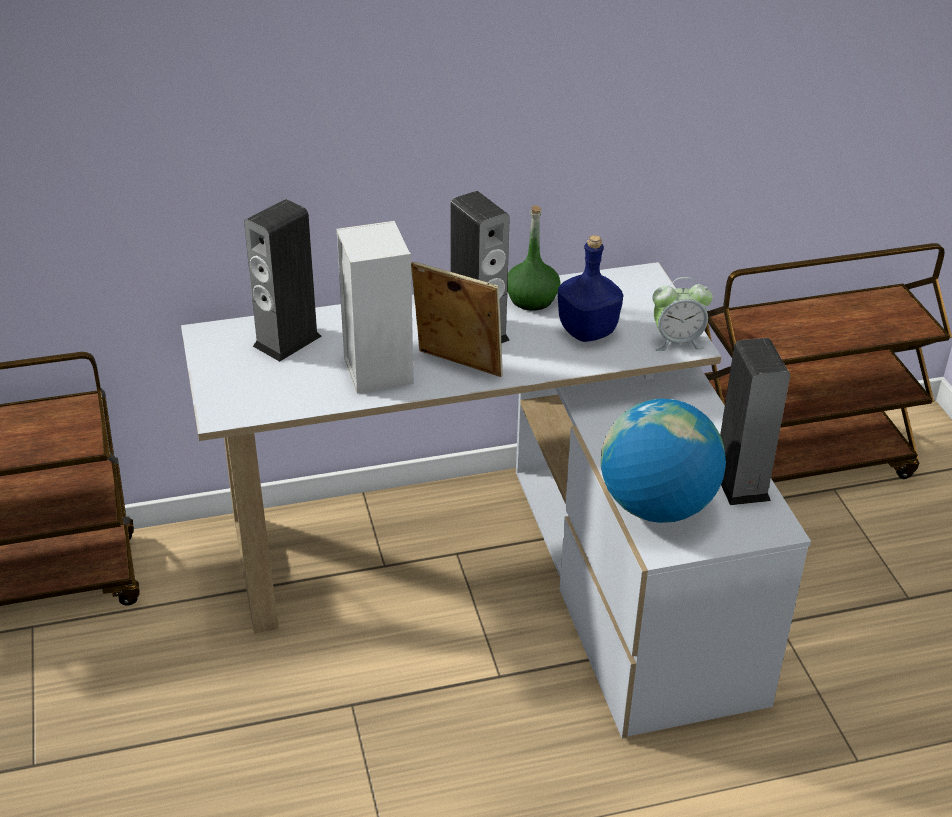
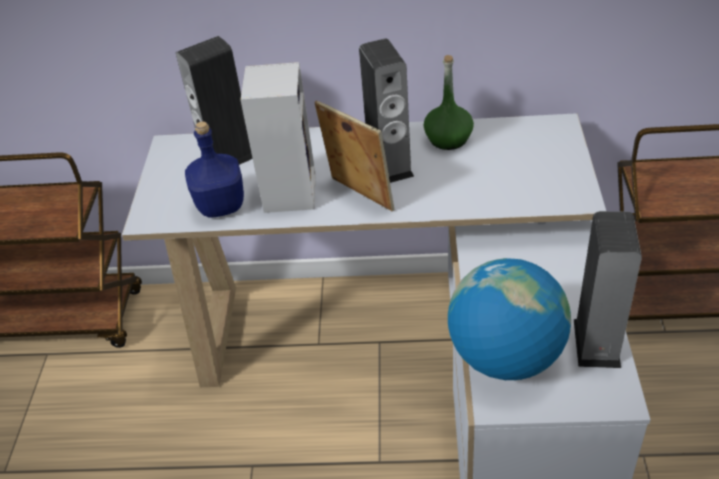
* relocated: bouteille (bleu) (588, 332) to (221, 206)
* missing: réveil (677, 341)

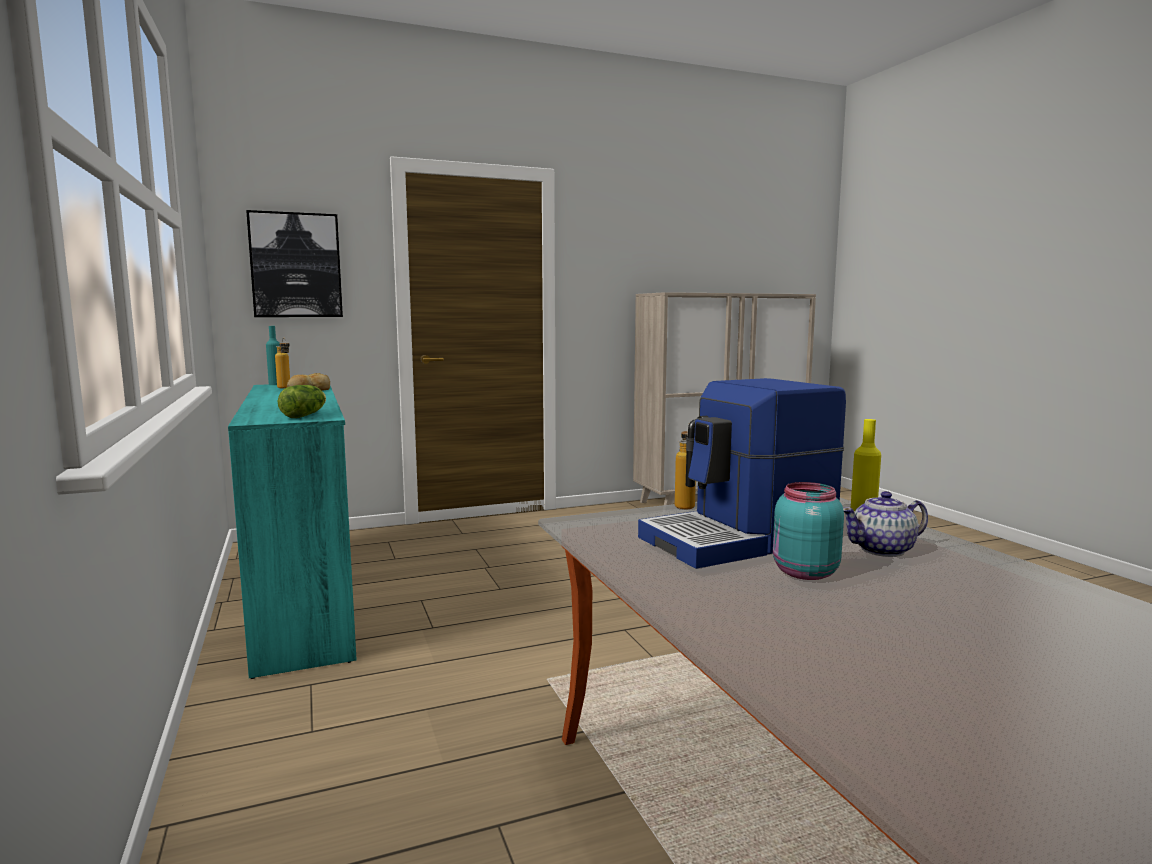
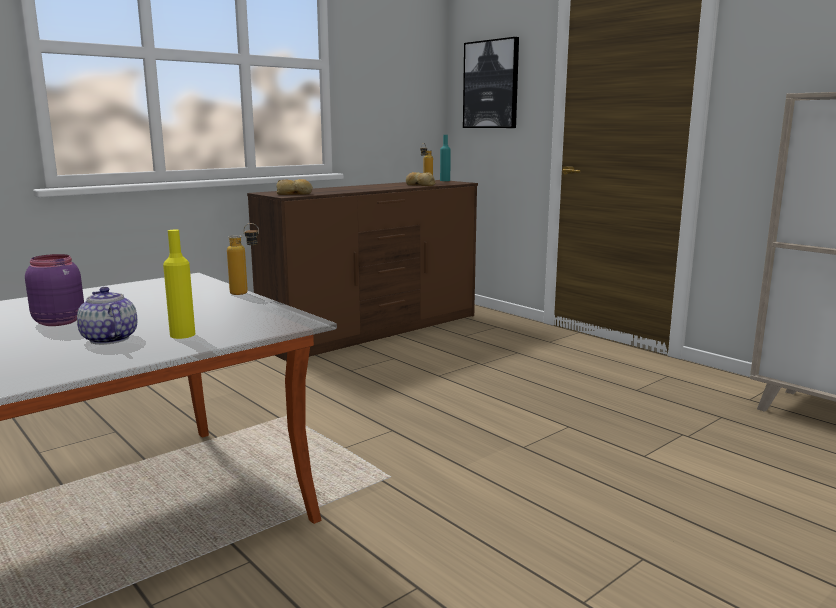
* colour: bocal (turquoise) (803, 572) to bocal (violet) (59, 321)
* colour: commode (turquoise) (305, 595) to commode (marron) (375, 331)
* exchanged: laitue (306, 415) to pain (294, 194)
* missing: machine à café (740, 540)

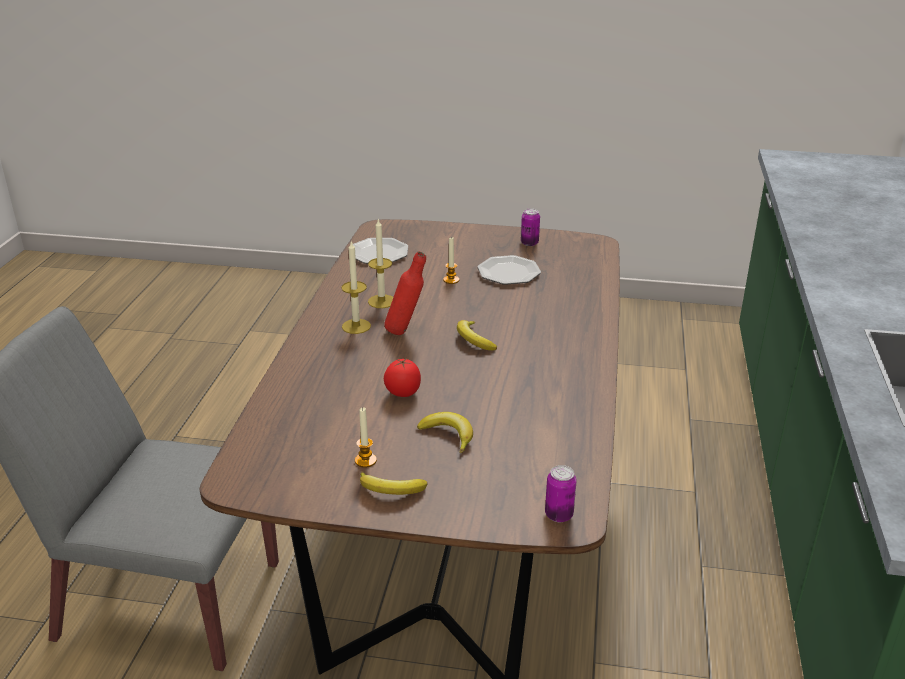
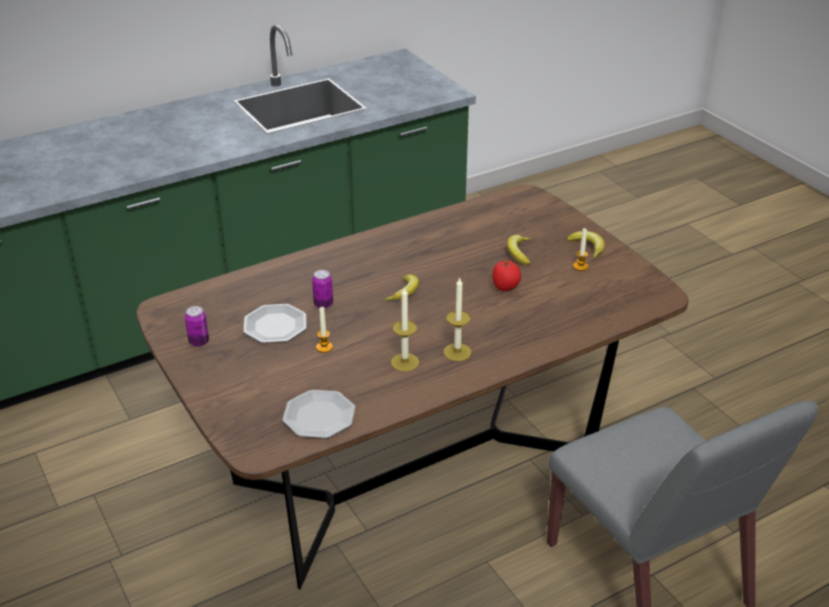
* relocated: boîte métallique (559, 515) to (323, 304)
* missing: bouteille (rouge) (406, 331)

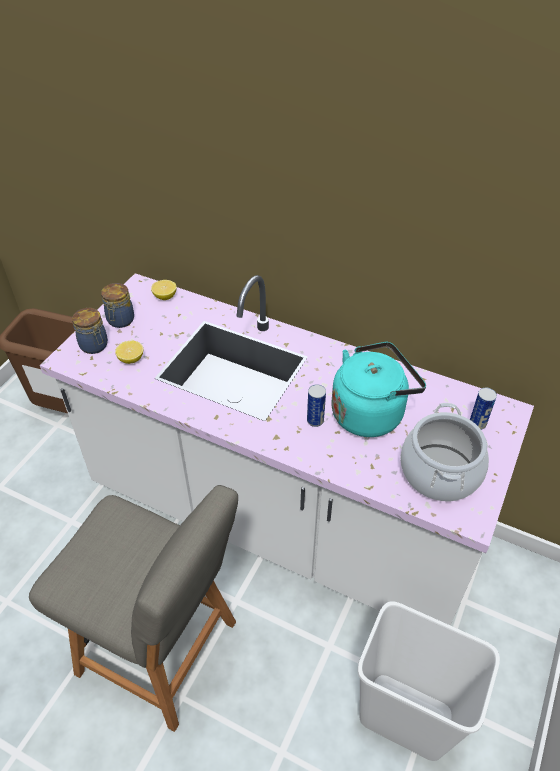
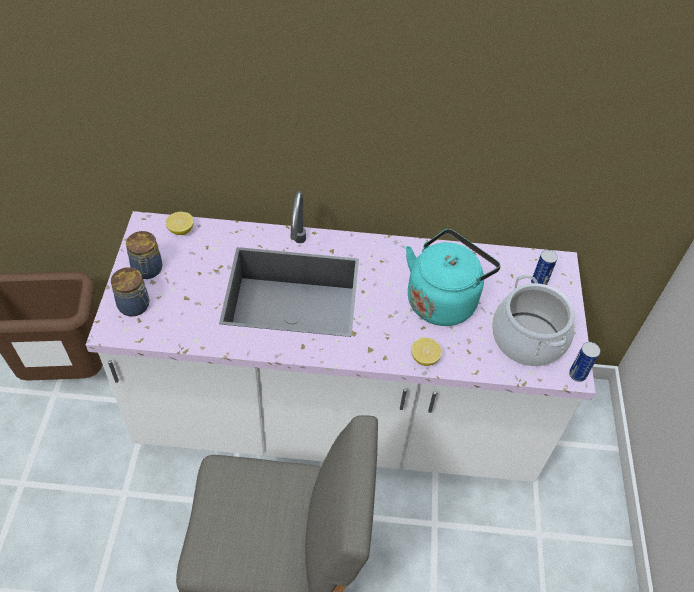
* relocated: citron (131, 359) to (424, 358)
* relocated: boîte métallique (315, 420) to (577, 374)
* missing: poubelle (blanc) (404, 717)

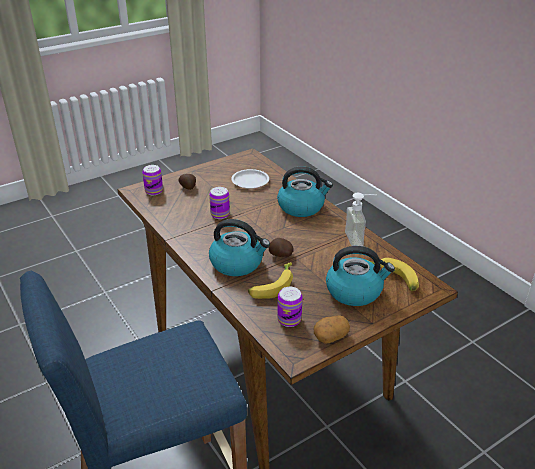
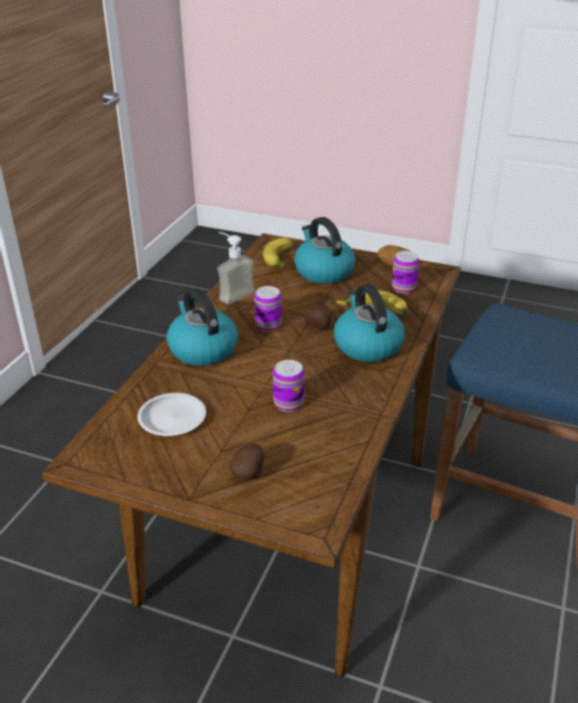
* relocated: boîte métallique (154, 191) to (268, 325)

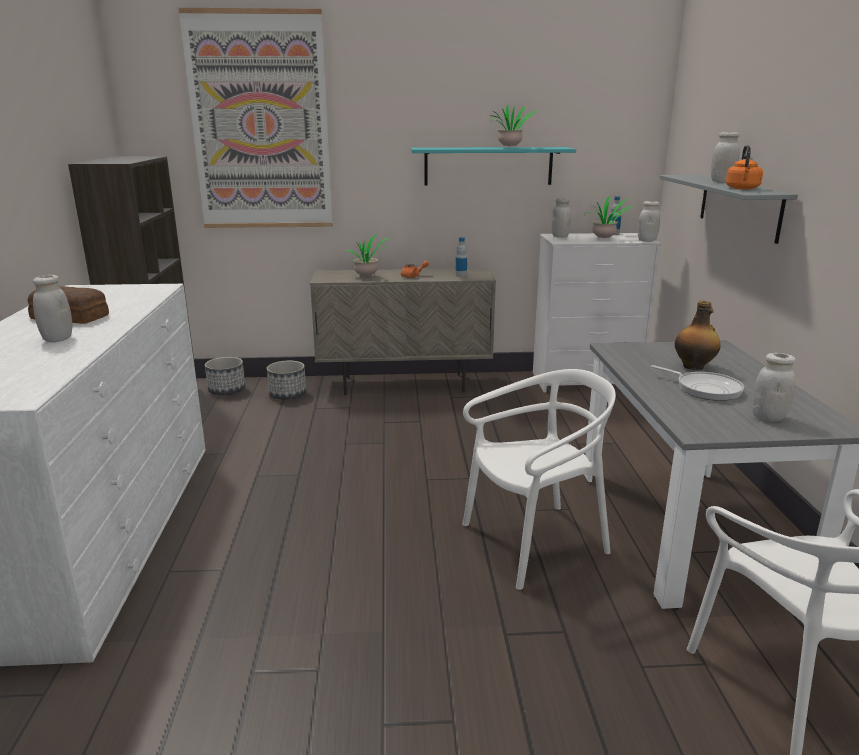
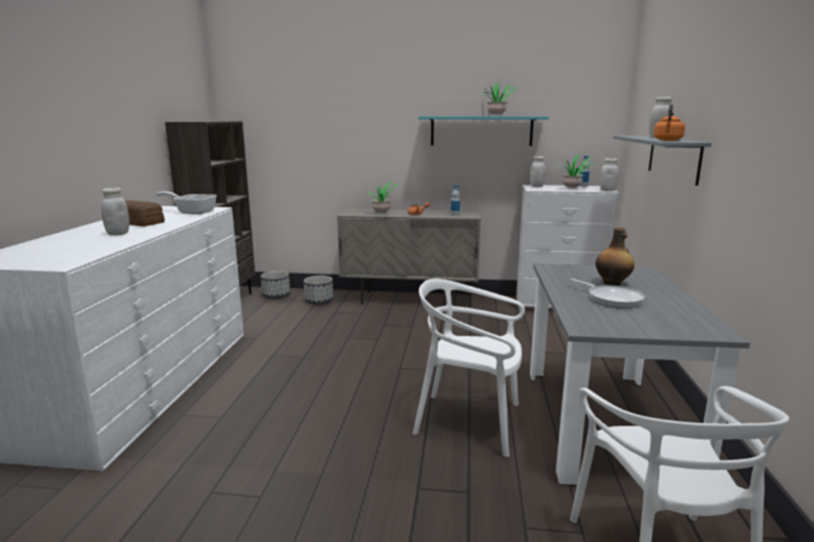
* appeared: poêle (192, 212)
* spun: chaise (blanc) (534, 542) = (469, 421) 150 degrees counterclockwise
* missing: tableau (260, 123)
* missing: bocal (blanc) (768, 417)

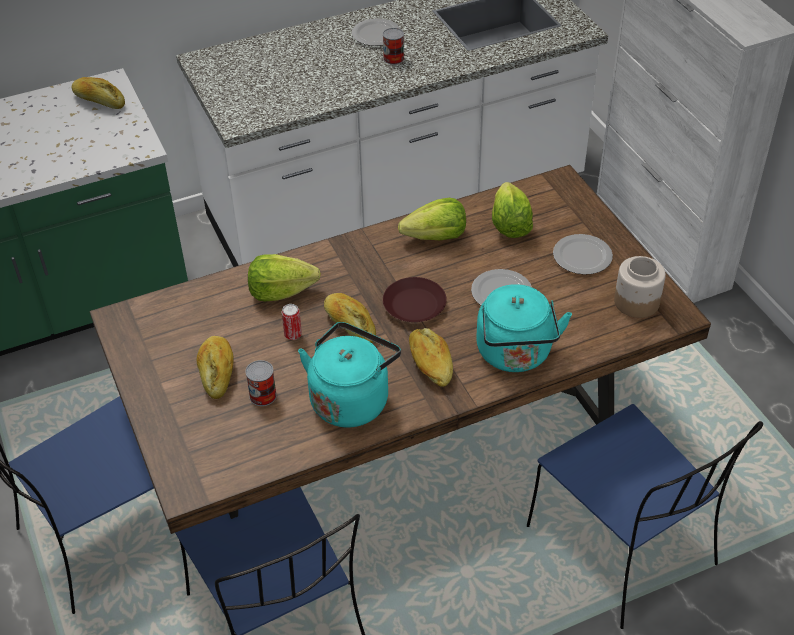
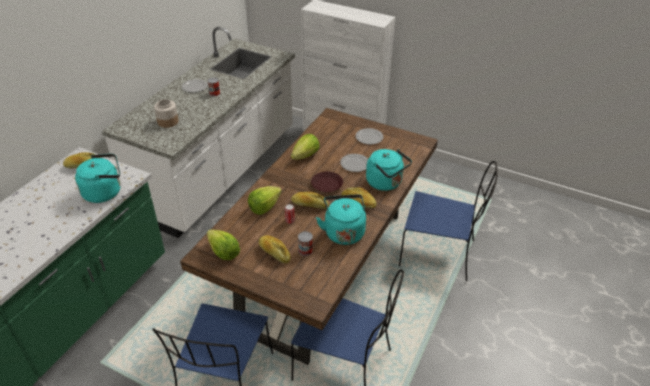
* appeared: bouilloire (turquoise) (105, 192)
* relocated: bocal (636, 302) to (167, 122)
* relocated: laitue (509, 224) to (223, 252)

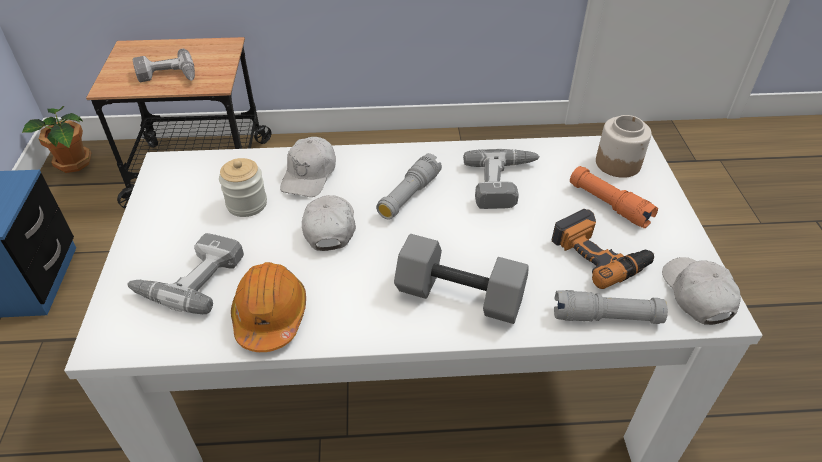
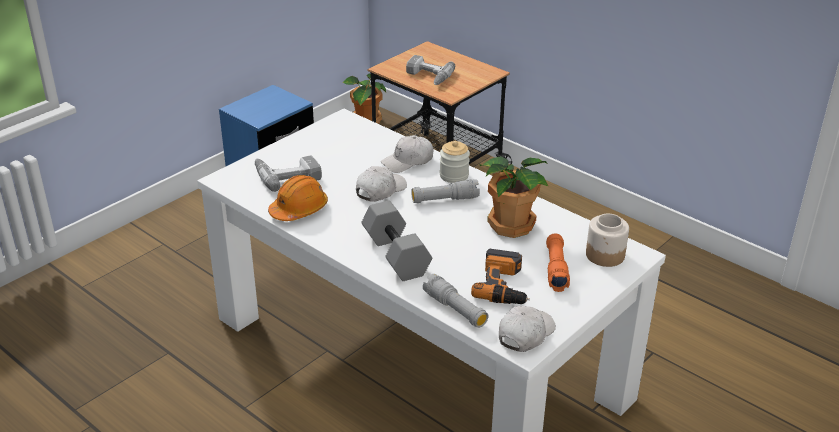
* relocated: bocal (247, 204) to (454, 176)
* exchanged: perceuse (504, 183) to plante en pot (510, 224)

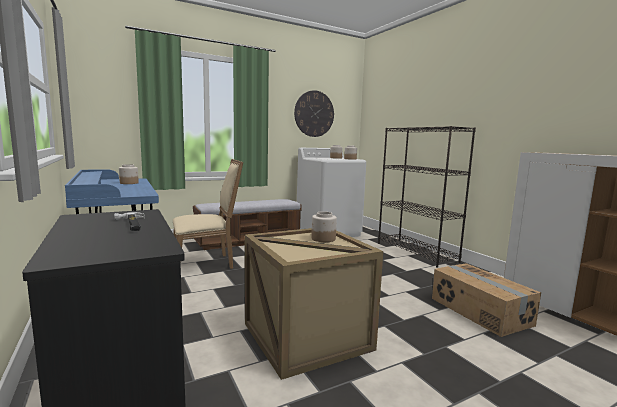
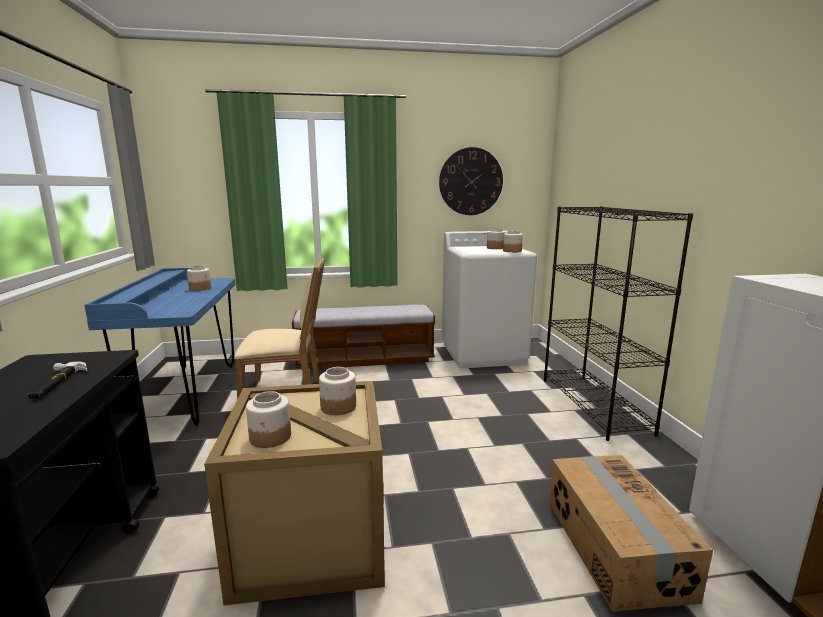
* appeared: bocal (270, 437)

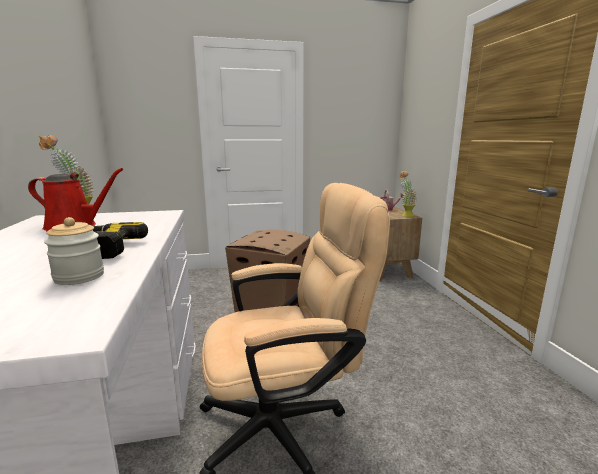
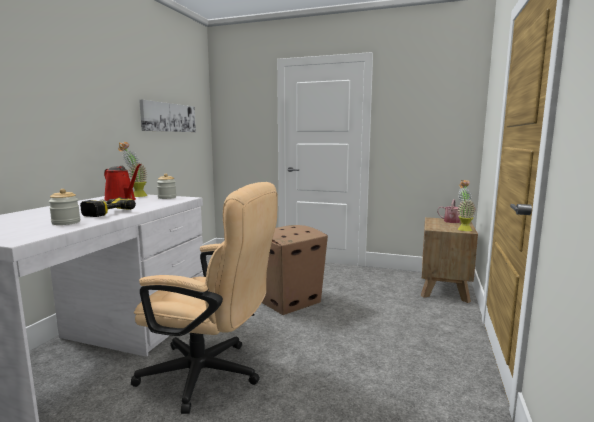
* appeared: tableau (168, 117)
* appeared: bocal (167, 197)

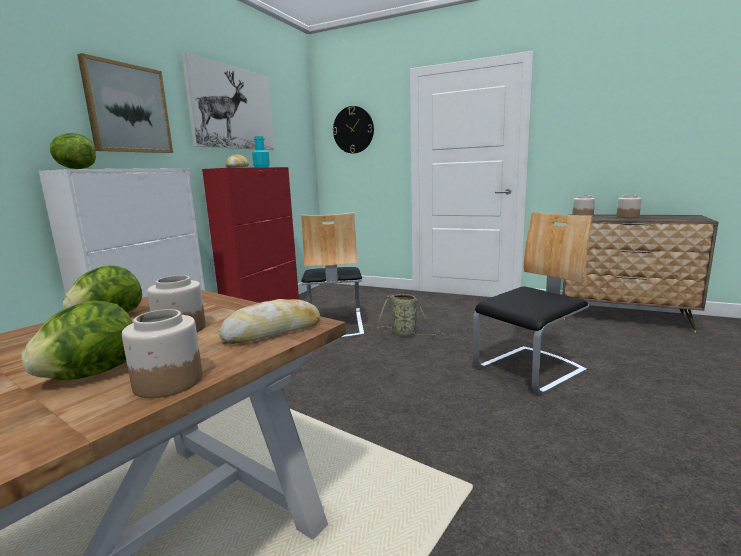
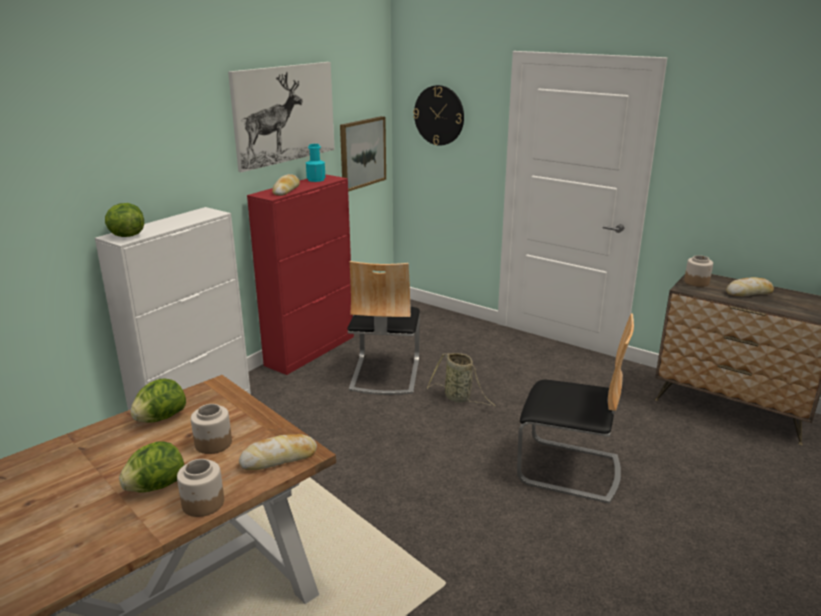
* relocated: tableau (128, 109) to (362, 153)
* spun: chaise (530, 370) = (569, 470) 45 degrees clockwise
* exchanged: bocal (627, 217) to pain (749, 292)

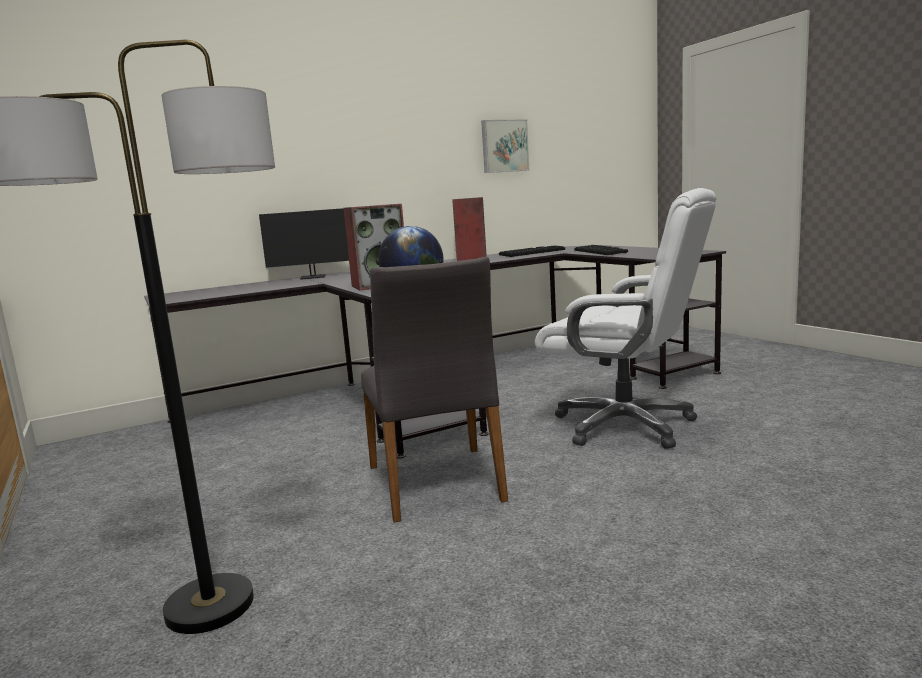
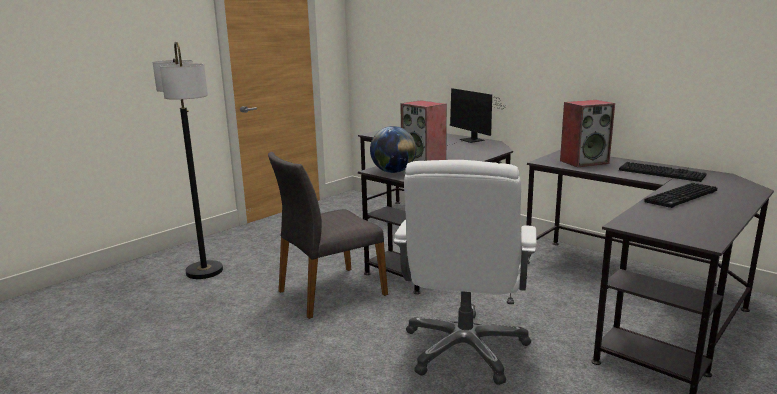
* missing: tableau (504, 146)

